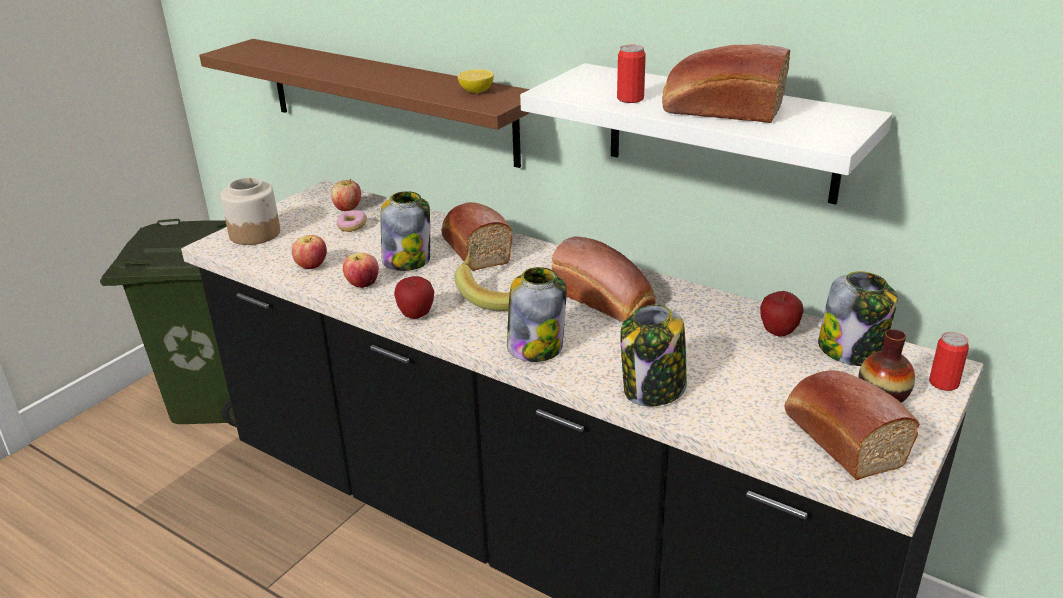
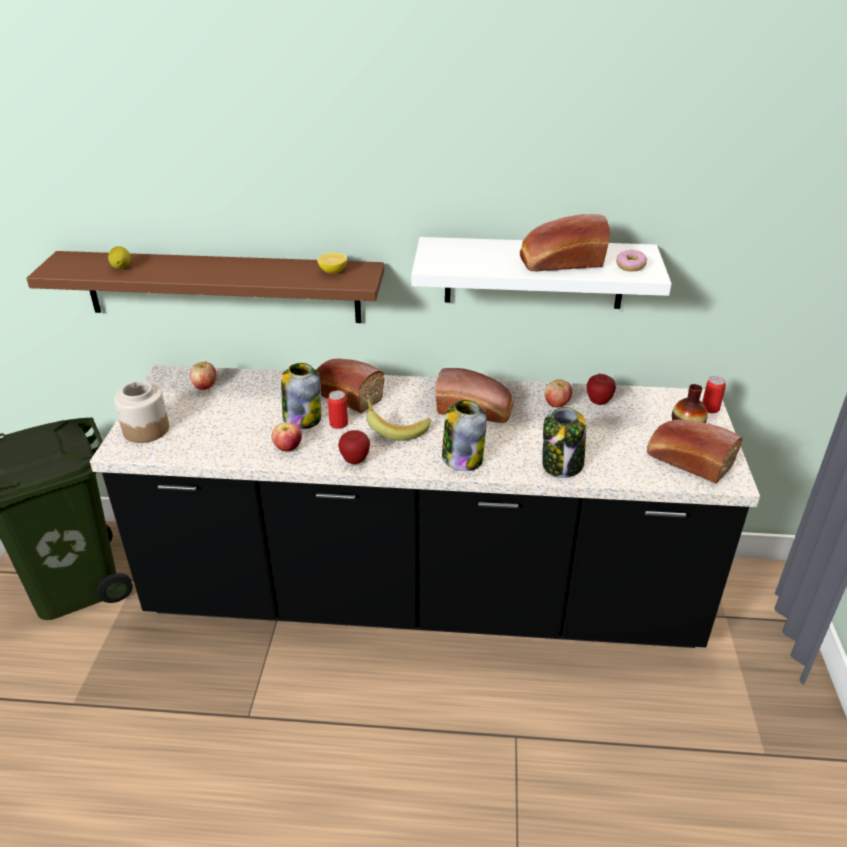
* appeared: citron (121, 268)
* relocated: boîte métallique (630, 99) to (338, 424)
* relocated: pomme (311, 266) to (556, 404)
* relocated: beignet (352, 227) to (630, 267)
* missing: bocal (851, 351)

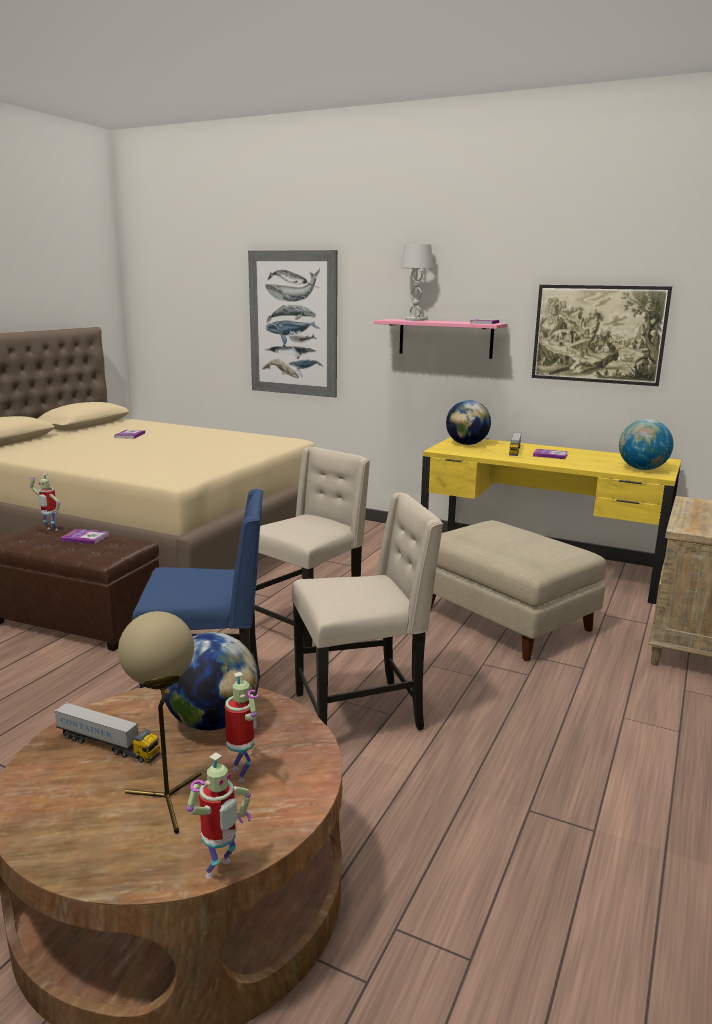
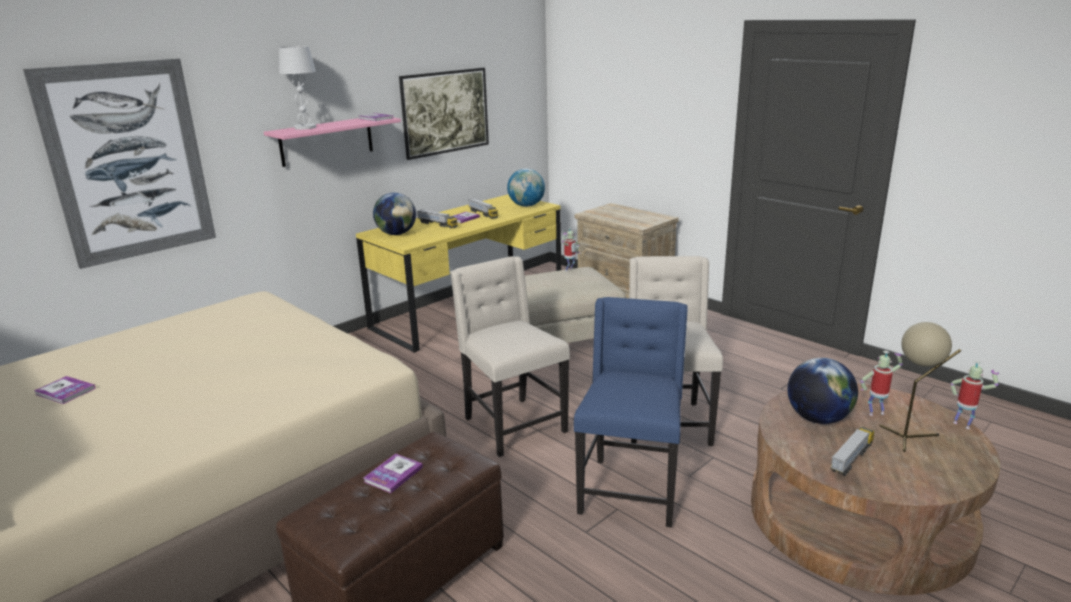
* appeared: camion jouet (483, 214)
* relocated: robot jouet (50, 530) to (570, 270)

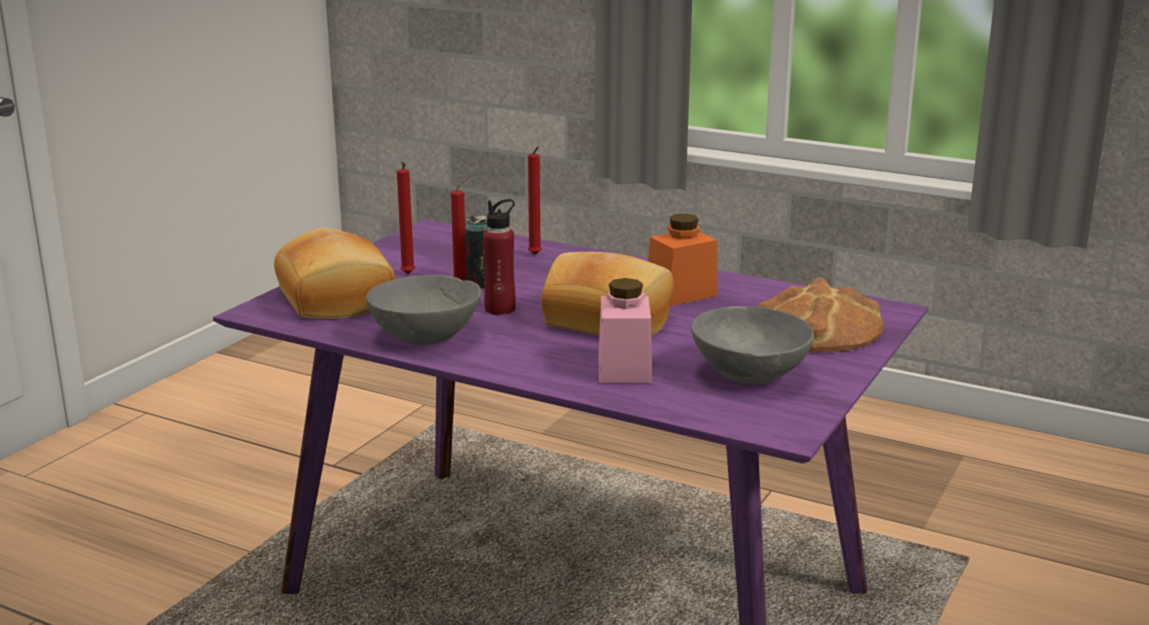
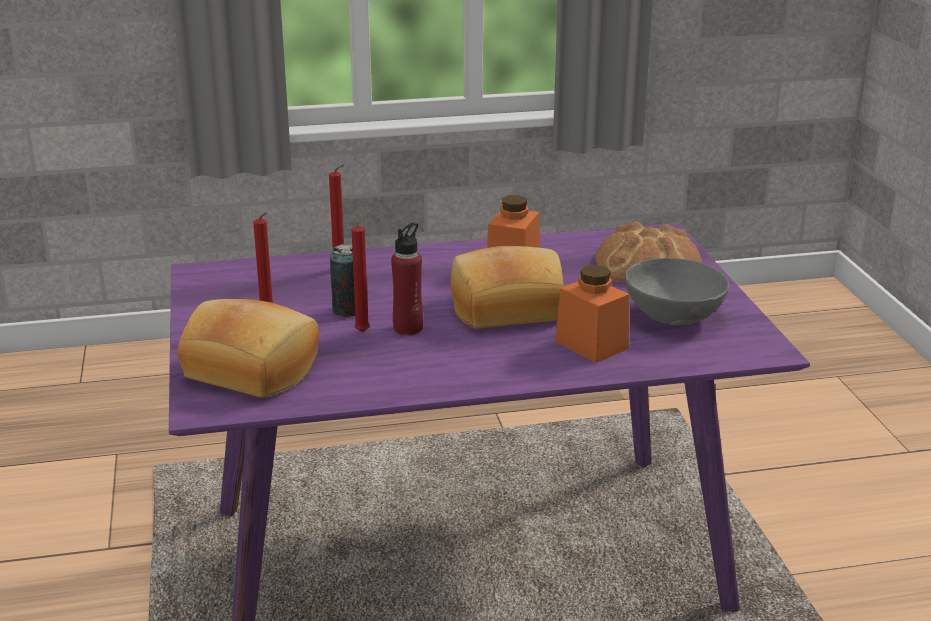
* colour: bocal (rose) (624, 369) to bocal (orange) (591, 345)
* missing: bol (gris) (425, 336)

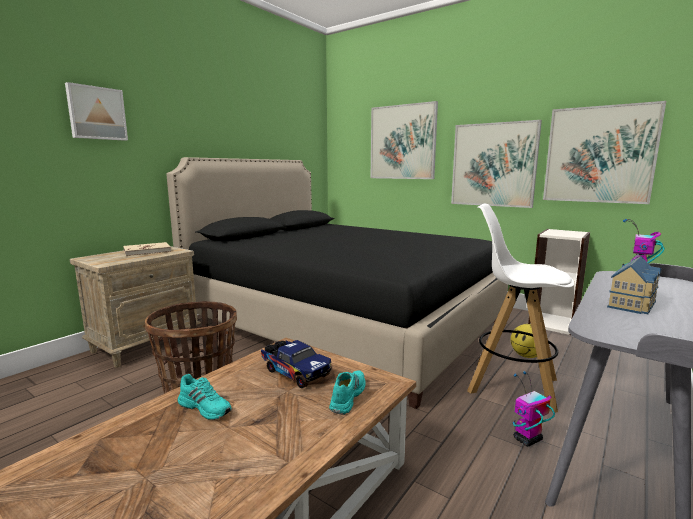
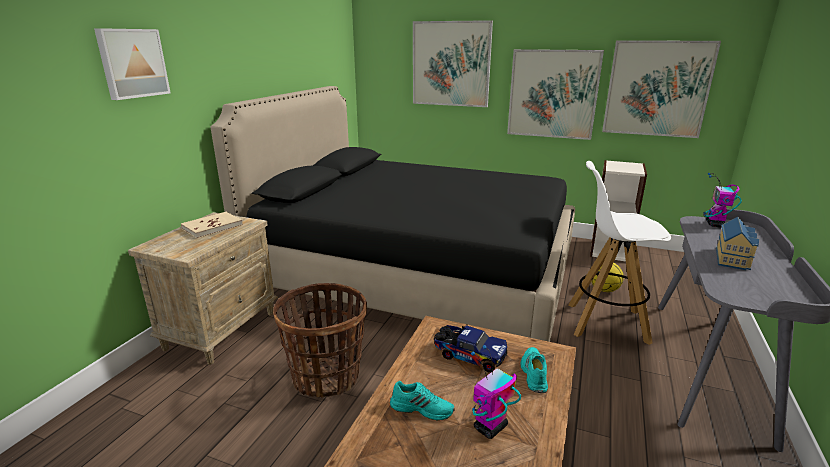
* relocated: robot jouet (527, 440) to (490, 428)

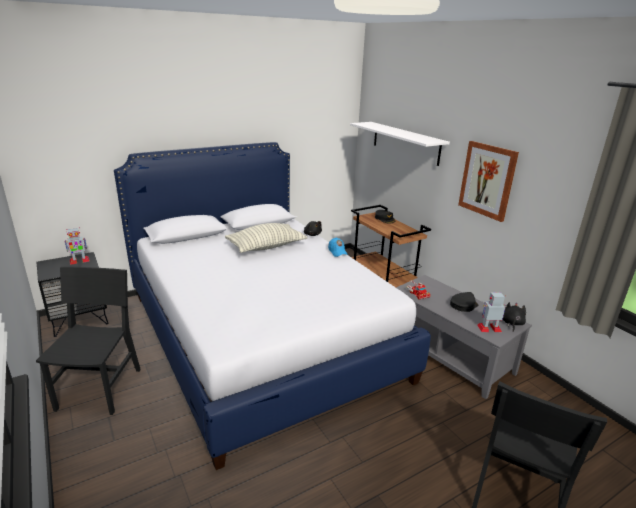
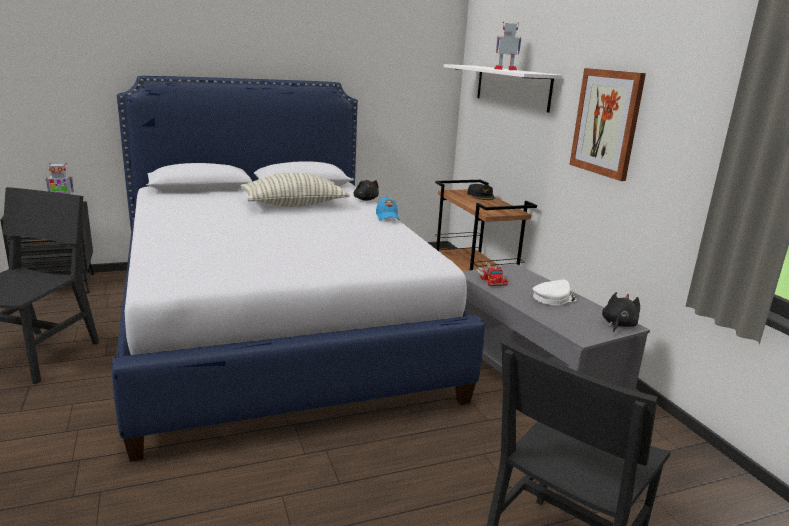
* relocated: robot jouet (489, 328) to (505, 69)
* colour: casquette (noir) (463, 305) to casquette (blanc) (553, 298)

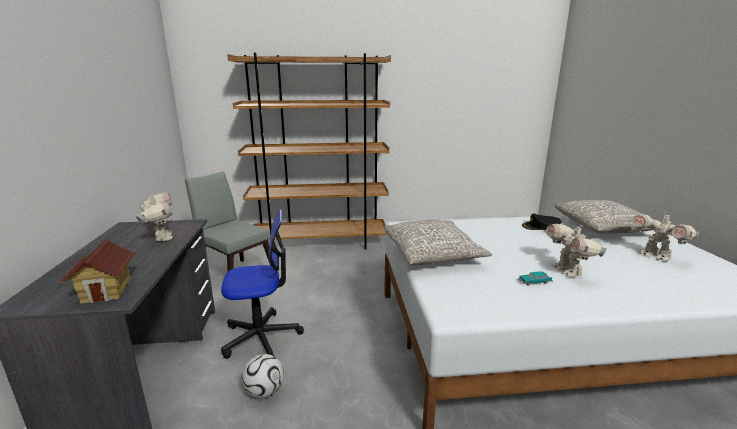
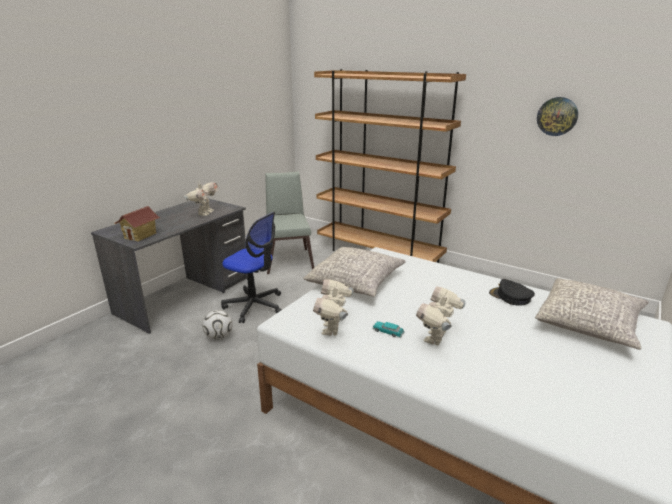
* relocated: robot jouet (655, 256) to (333, 329)
* appeared: horloge murale (557, 116)

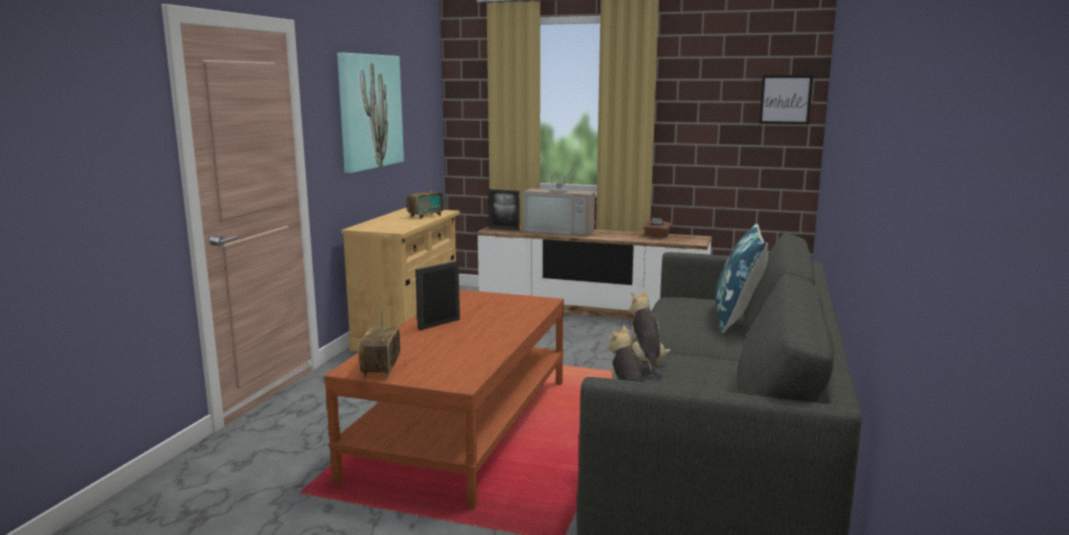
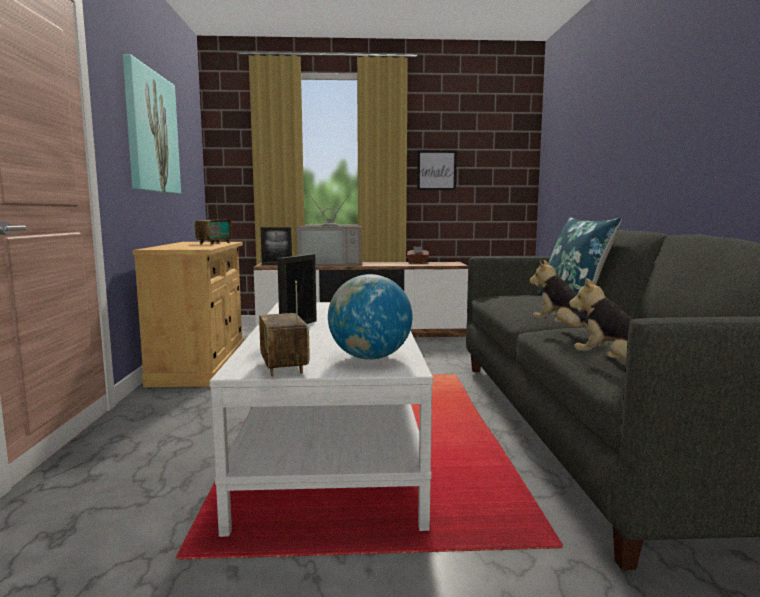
* colour: table basse (marron) (463, 428) to table basse (blanc) (333, 443)
* appeared: globe (370, 358)
* relocated: tableau (785, 99) to (436, 170)

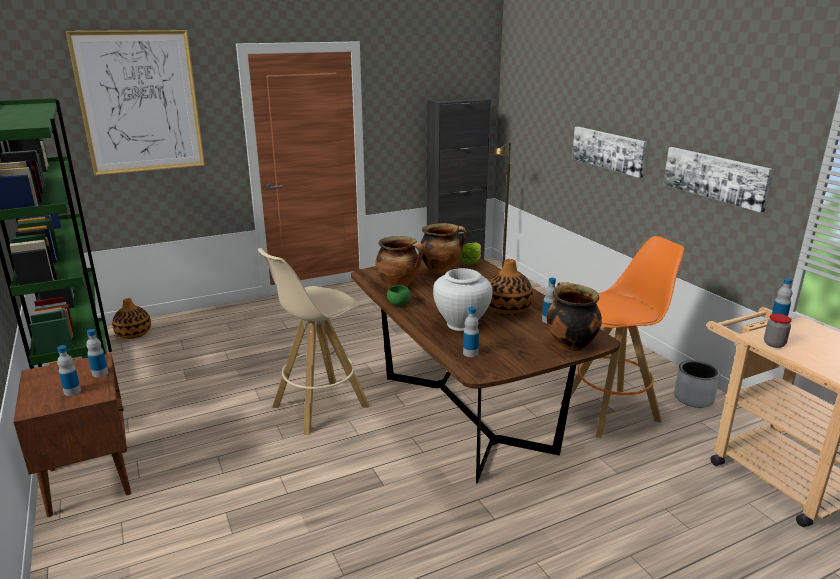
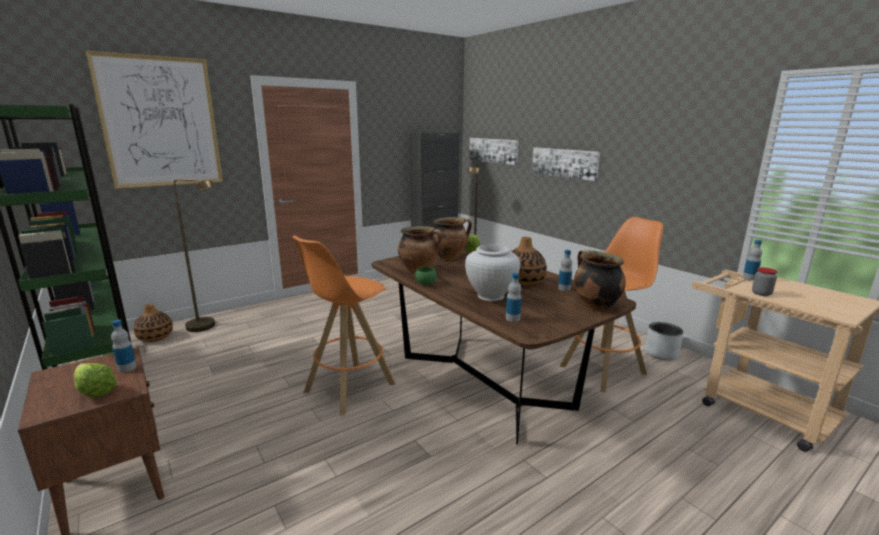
* exchanged: bouteille (72, 391) to laitue (94, 389)
* appeared: lampadaire (marron) (207, 327)
* colour: tabouret (beige) (319, 407) to tabouret (orange) (349, 388)
* relocated: tableau (715, 177) to (493, 150)

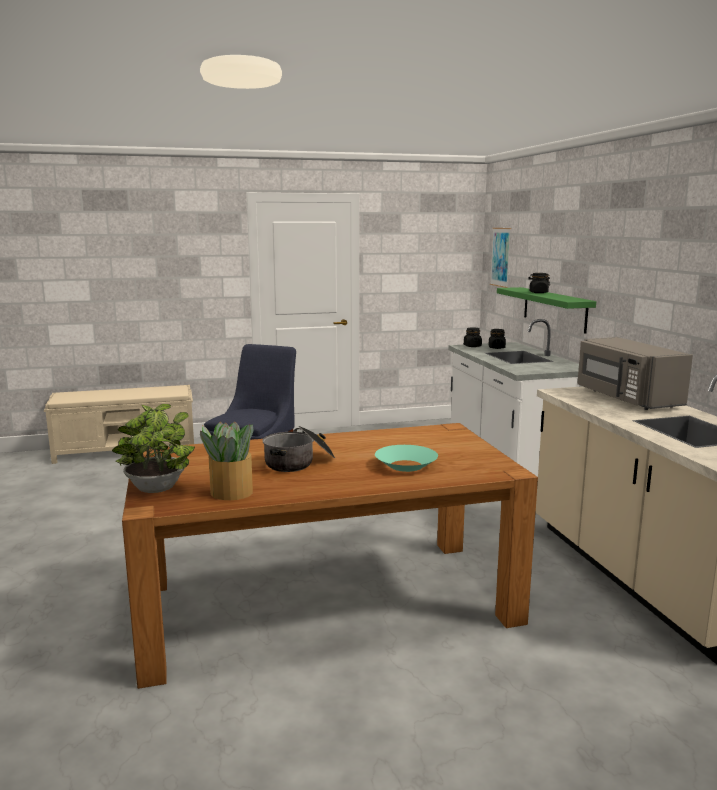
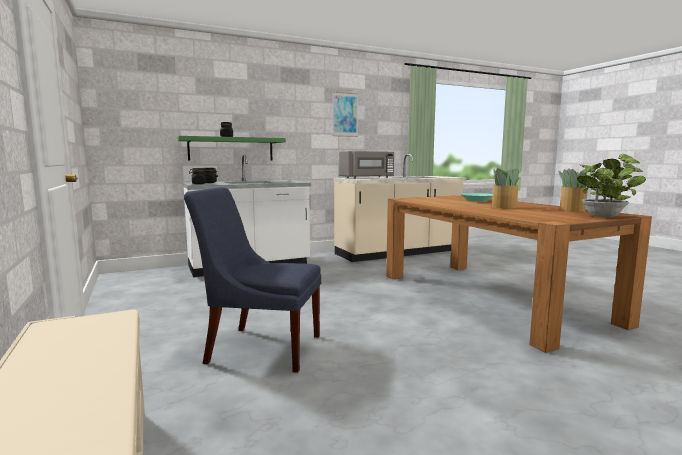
* relocated: tableau (500, 257) to (345, 114)
* exchanged: marmite (299, 462) to plante en pot (505, 207)

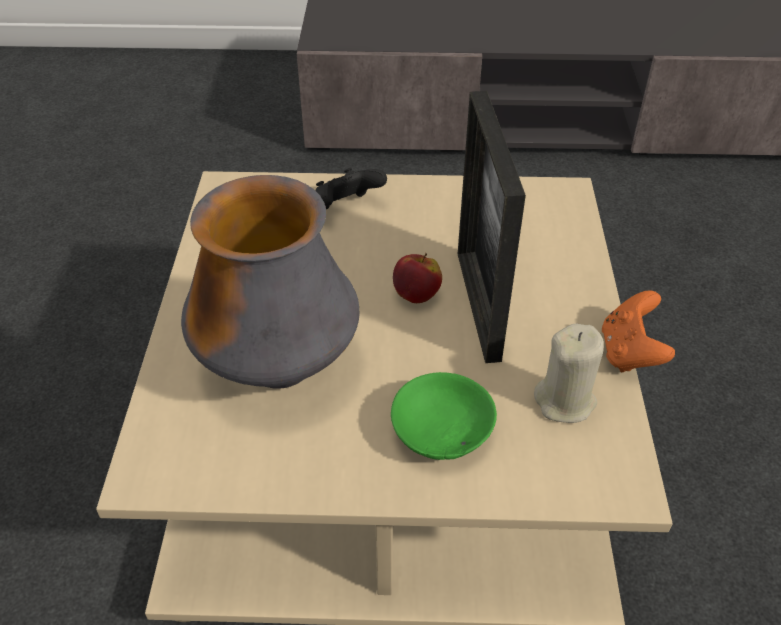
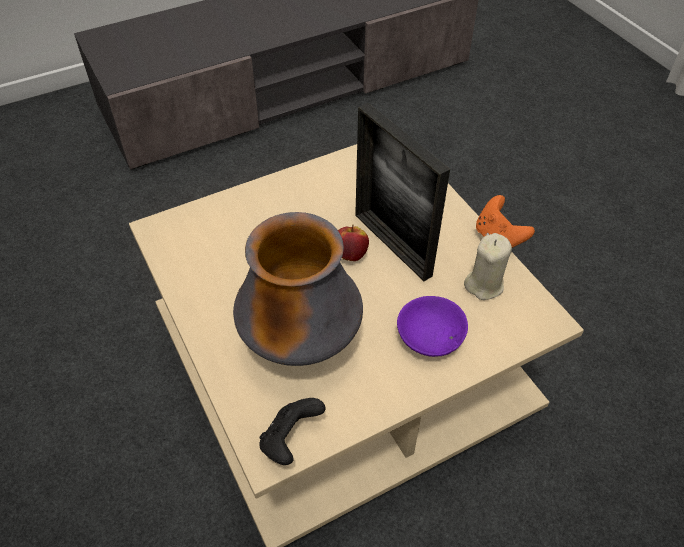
* relocated: manette (noir) (346, 207) to (290, 440)
* colour: bol (vert) (442, 429) to bol (violet) (429, 335)

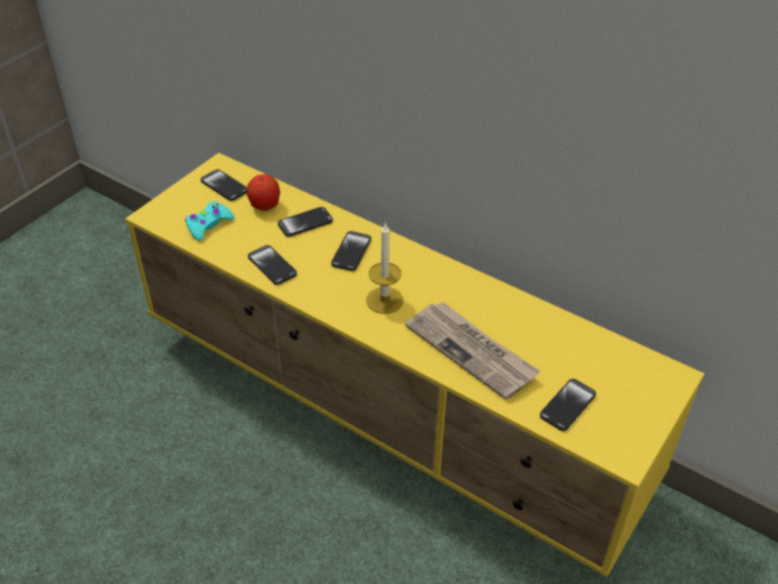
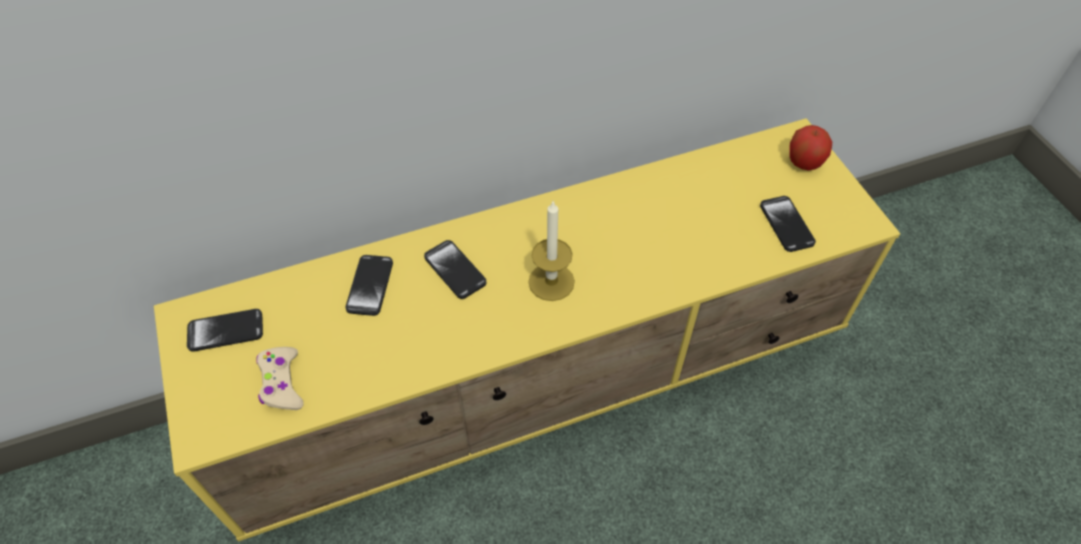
* colour: manette (turquoise) (208, 225) to manette (beige) (281, 383)
* relocated: pomme (265, 206) to (804, 162)
* missing: téléphone (272, 266)
* missing: journal (472, 351)

